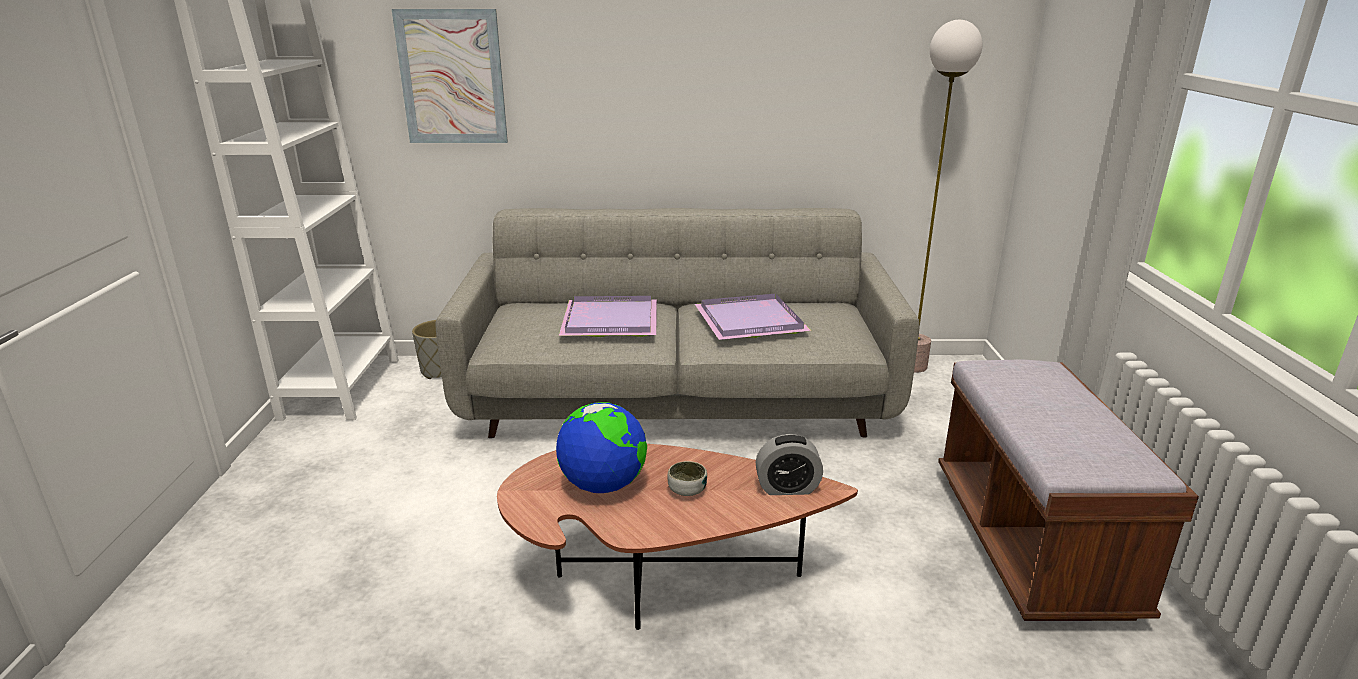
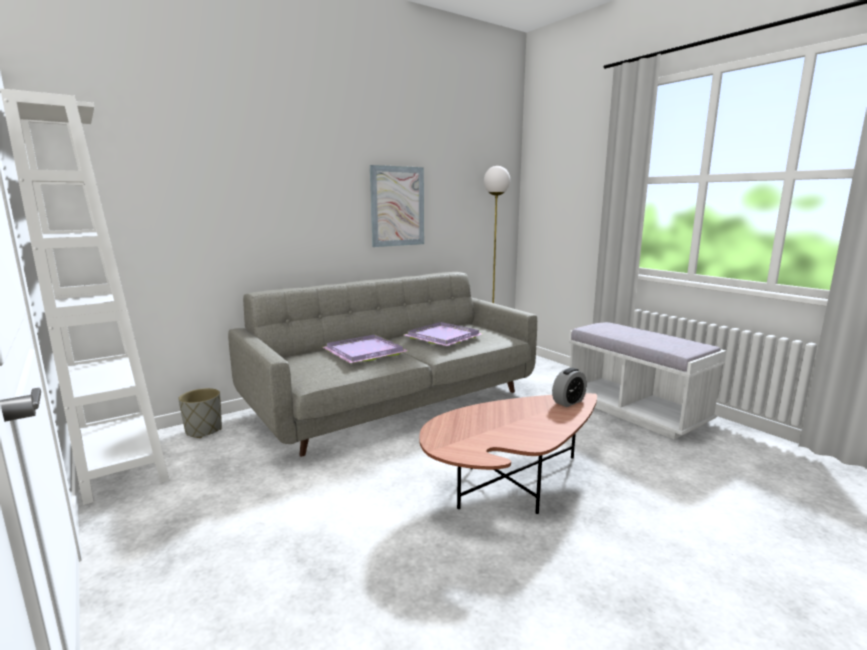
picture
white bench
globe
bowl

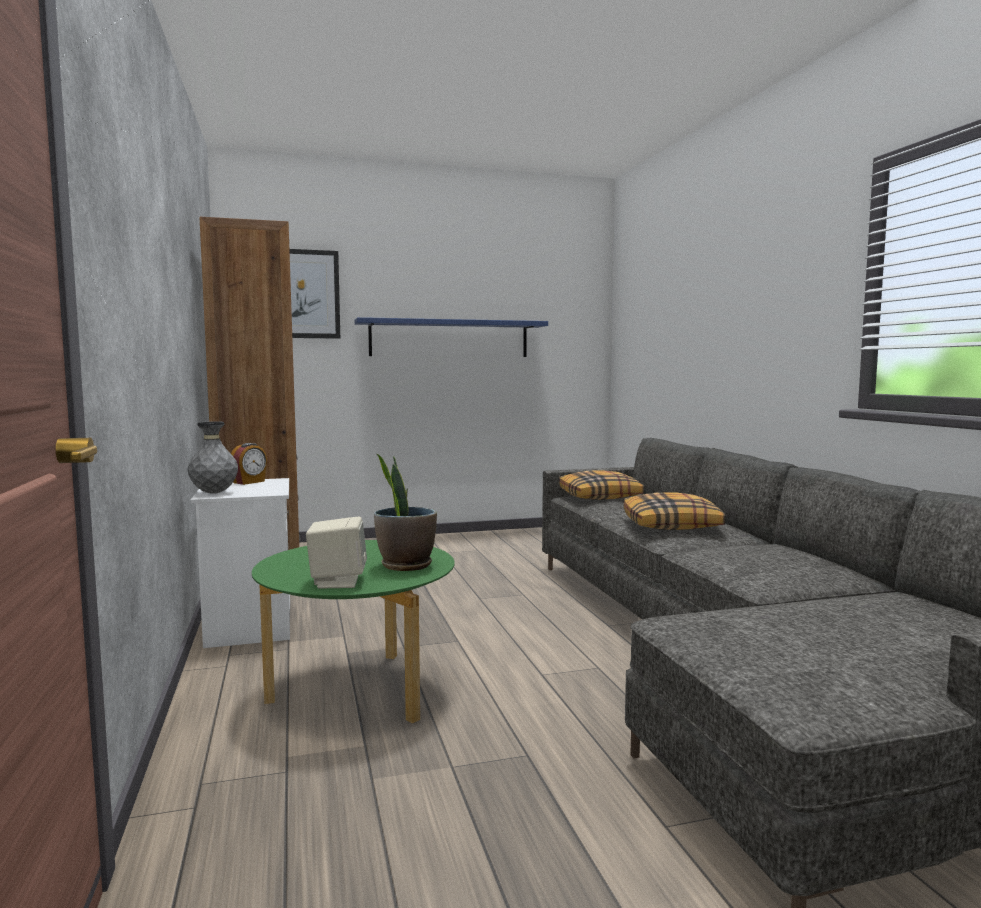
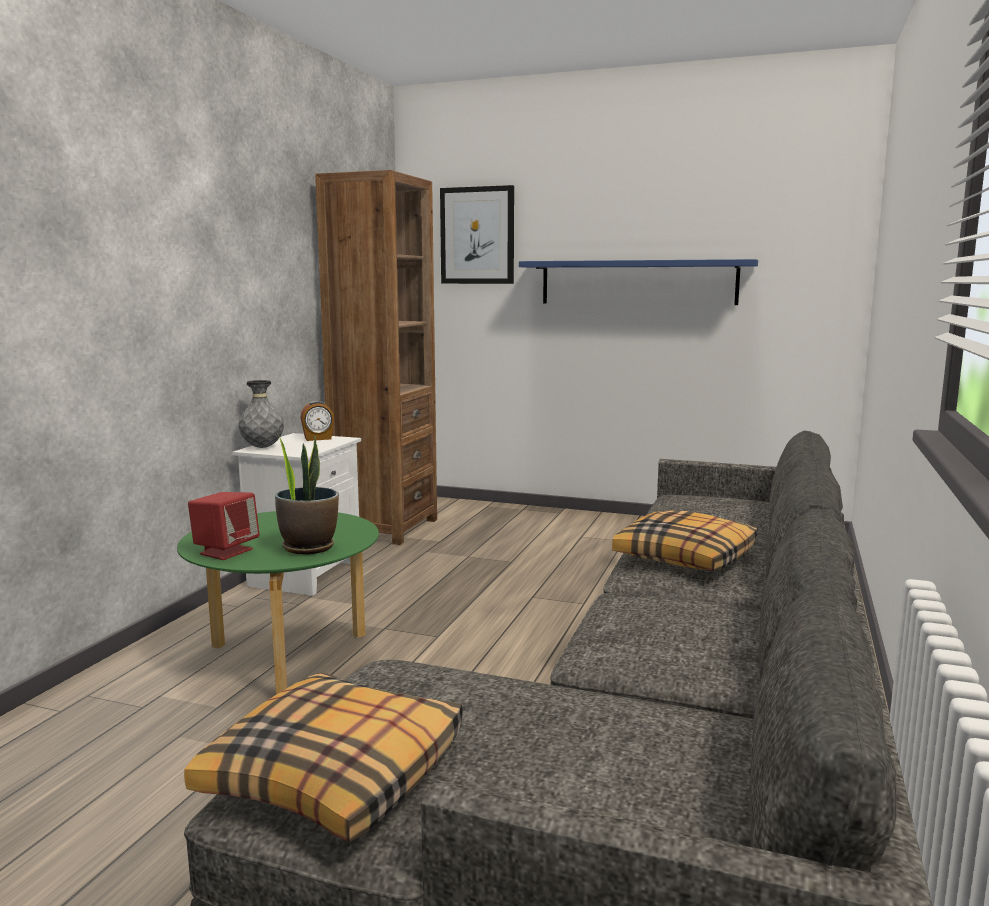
pillow (no. 1 from left)
red speaker

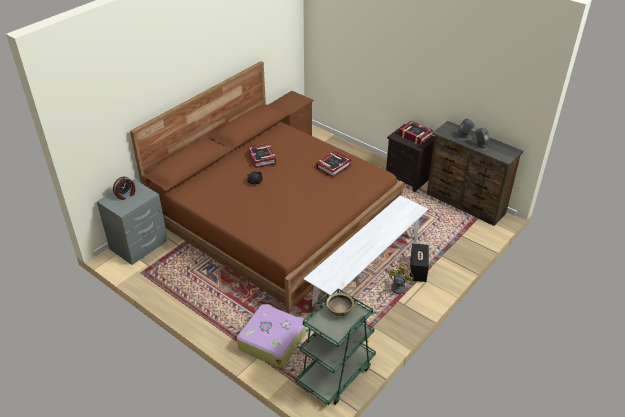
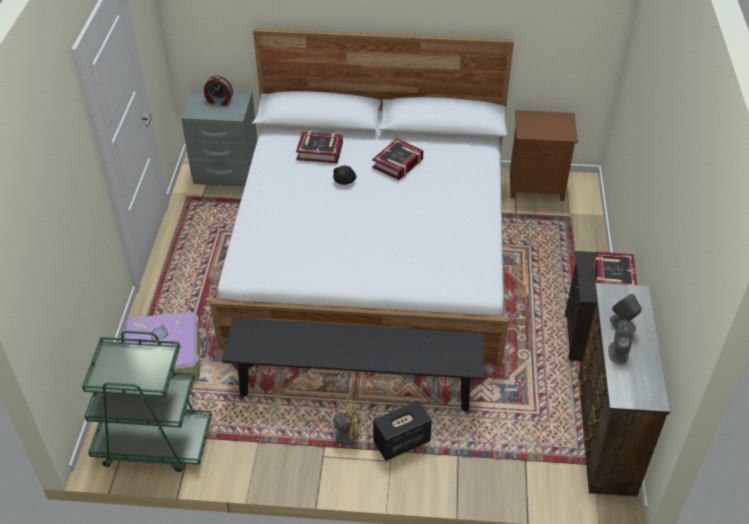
white bed
book (no. 1 from left)
black bench
beige bowl

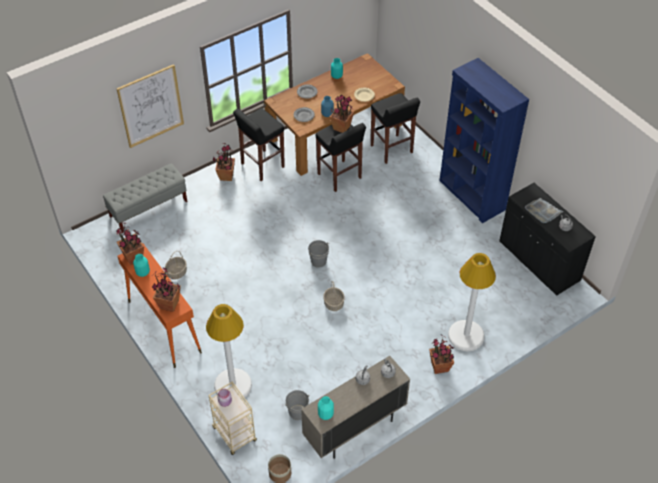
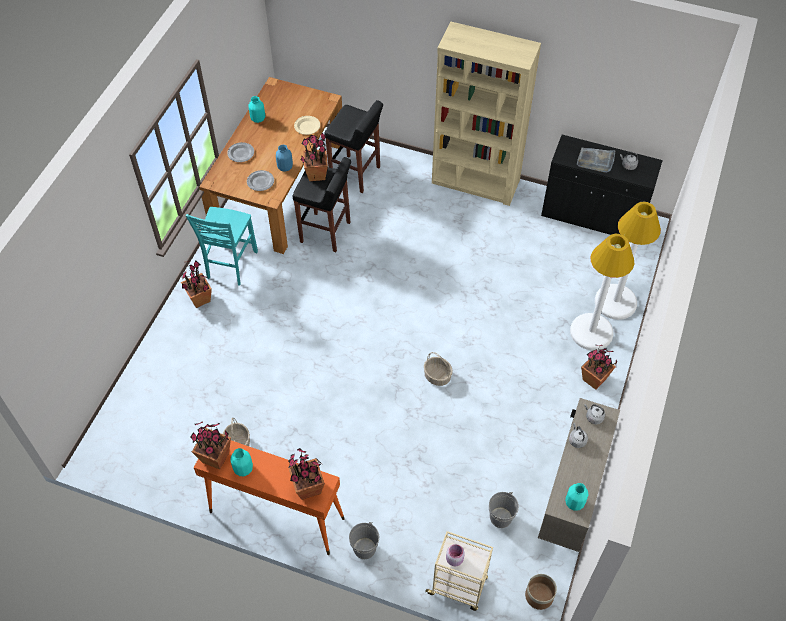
beige bookcase
picture
turquoise chair
grey bench
grey bucket (no. 1 from left)
white floor lamp (no. 2 from left)

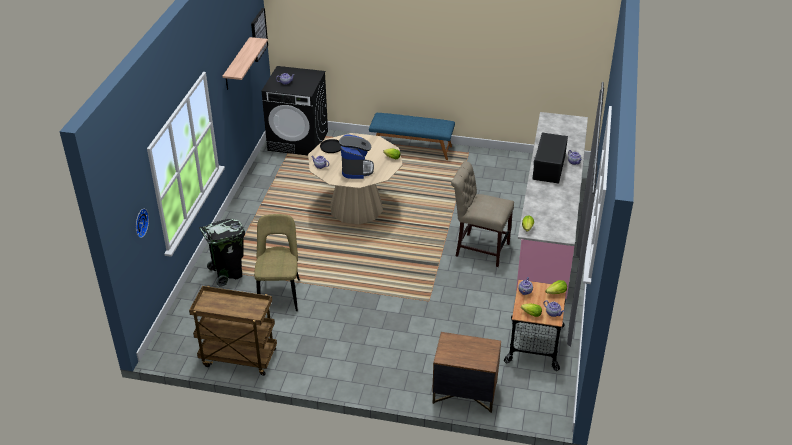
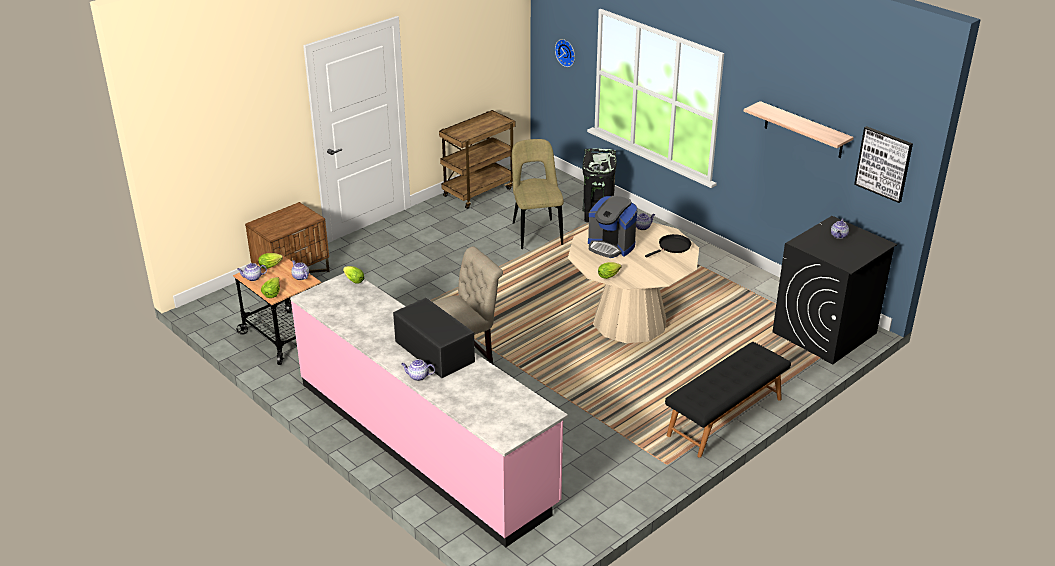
black bench
beige chair (no. 2 from left)

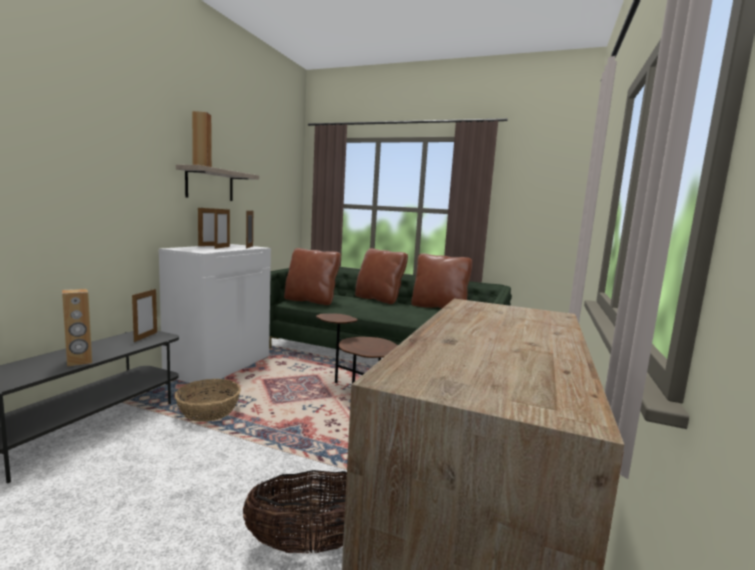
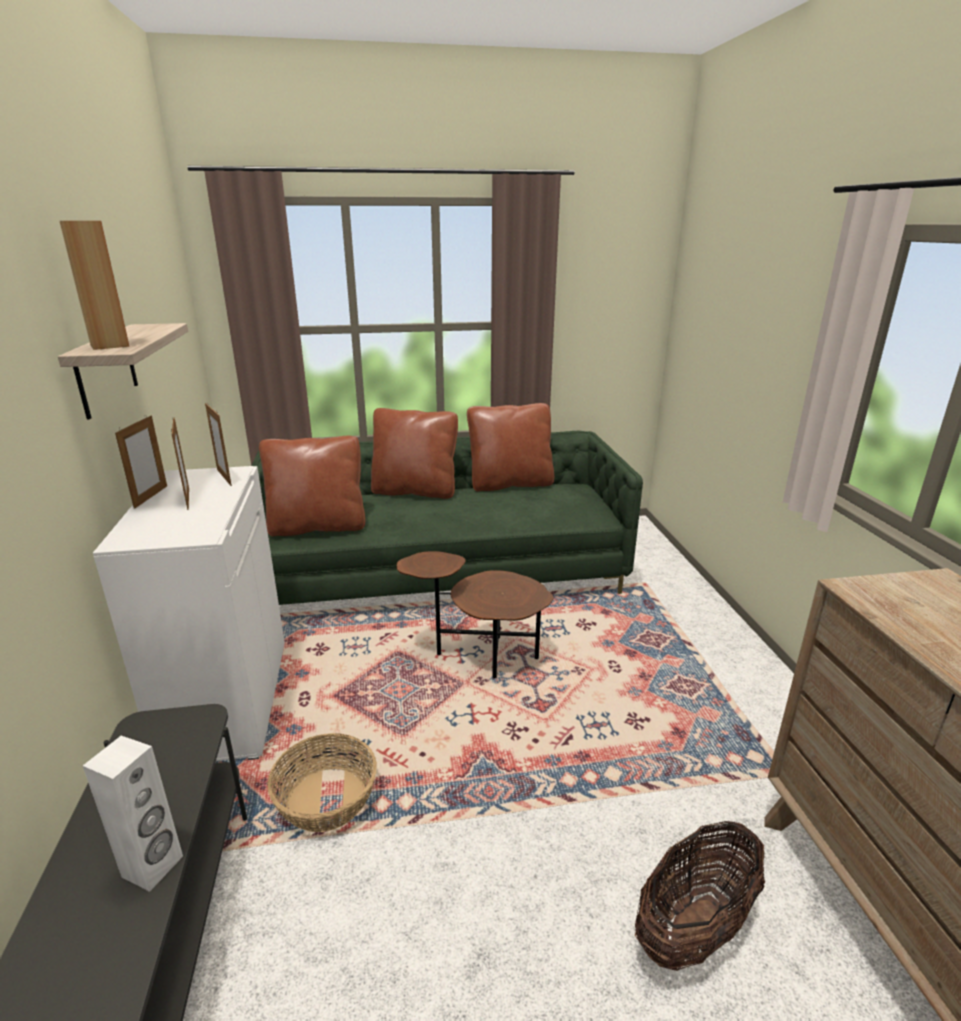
picture frame (no. 1 from left in the first image)
white speaker

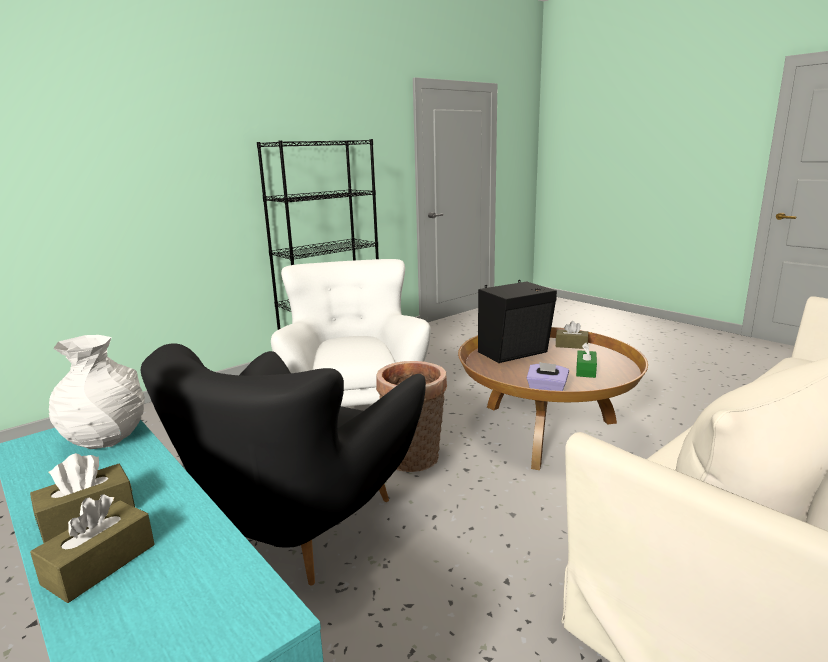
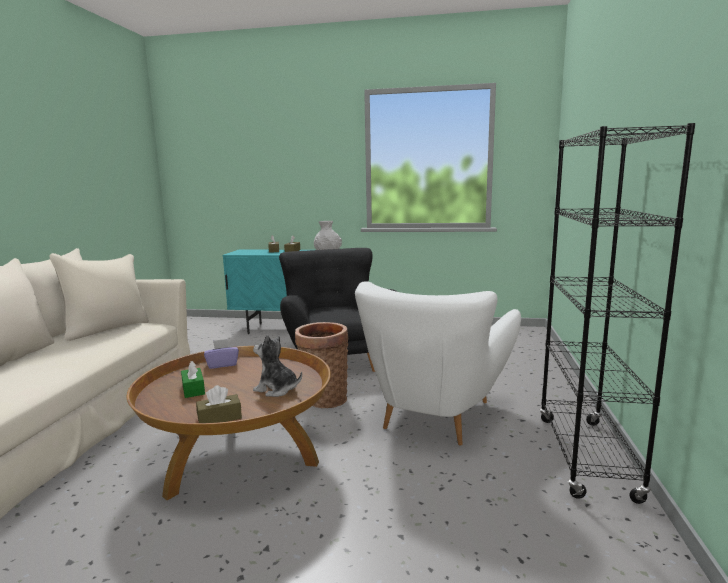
white armchair
plush toy

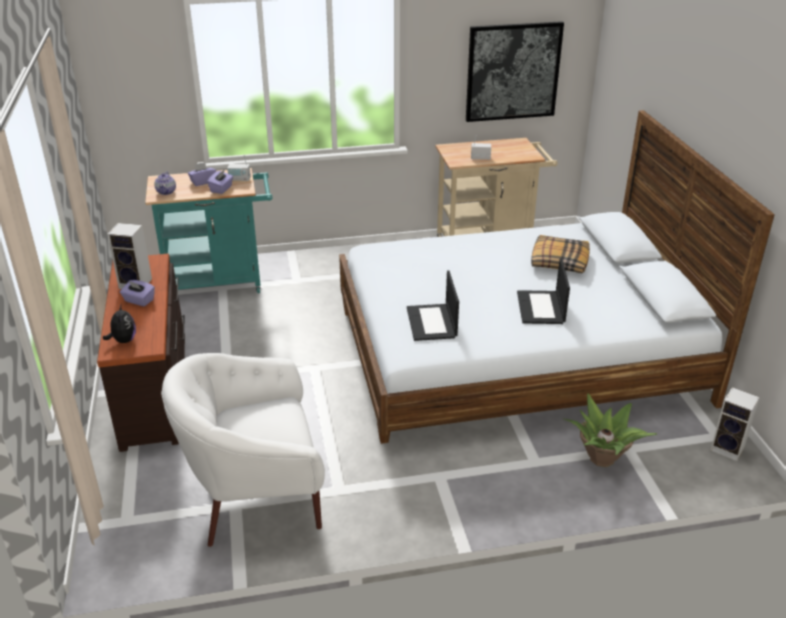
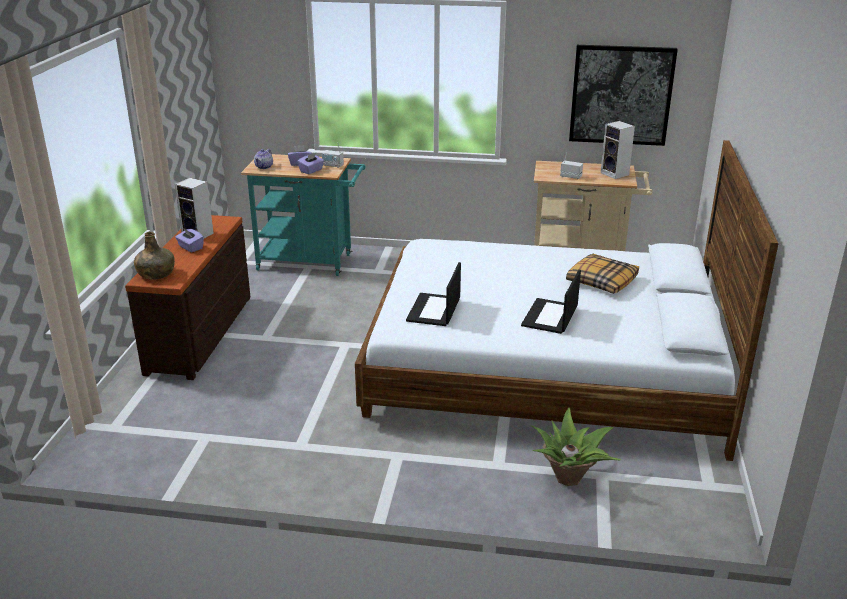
green bottle
white armchair
speaker (no. 2 from left)

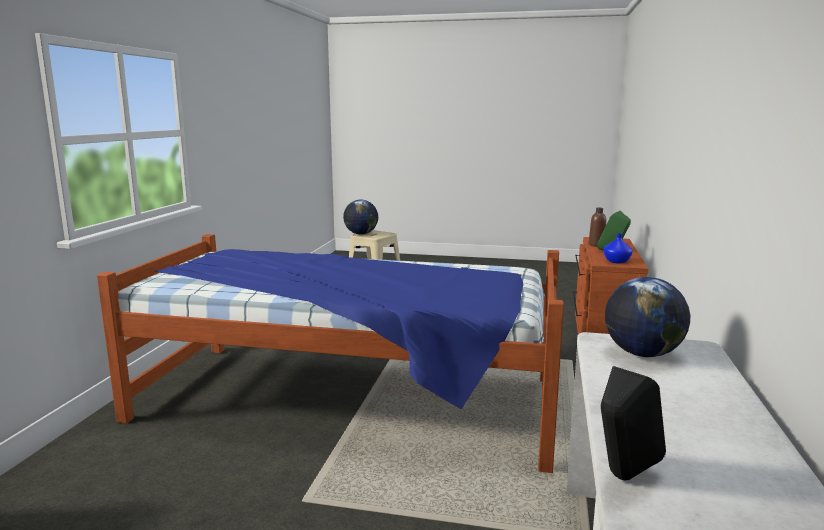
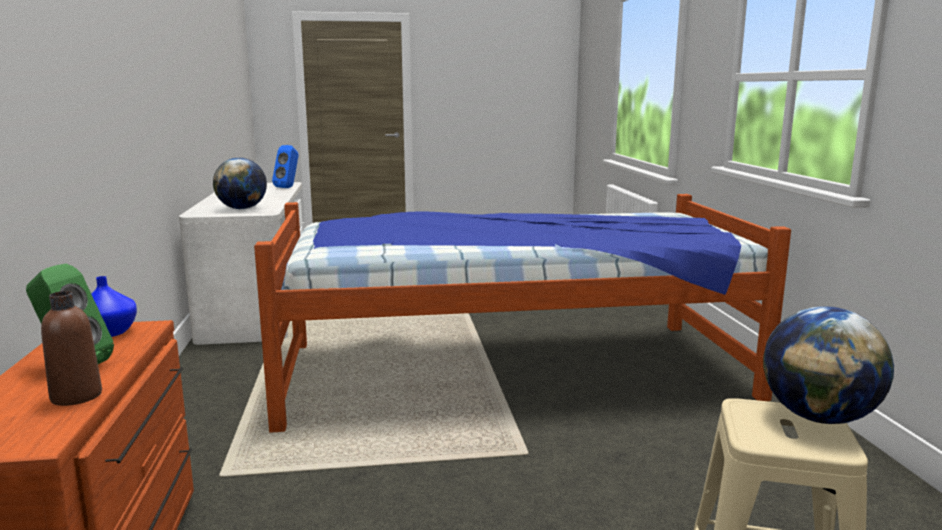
blue speaker

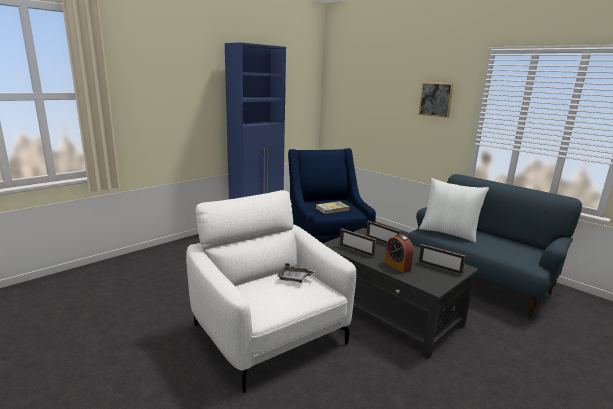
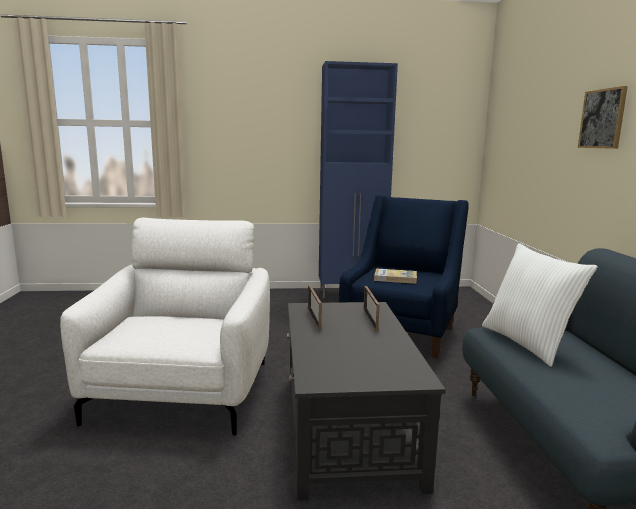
alarm clock
picture frame (no. 3 from left in the first image)
grey tray

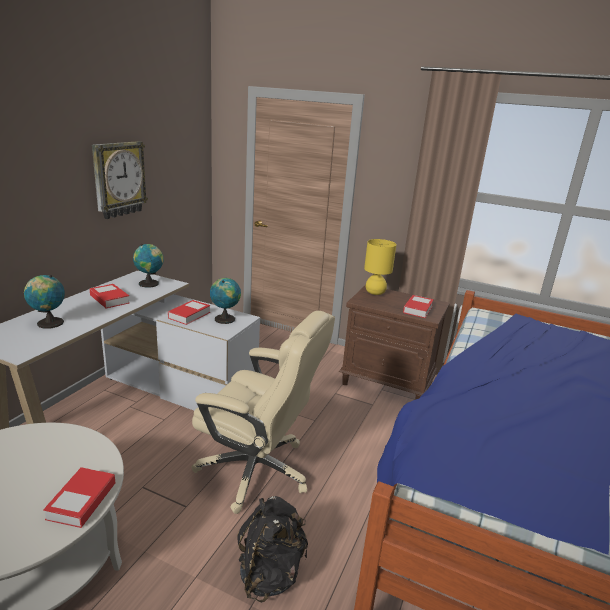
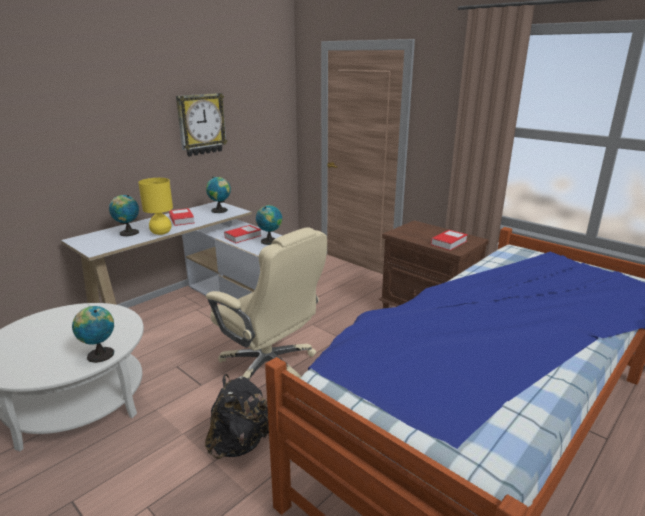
yellow table lamp
globe (no. 1 from left)

